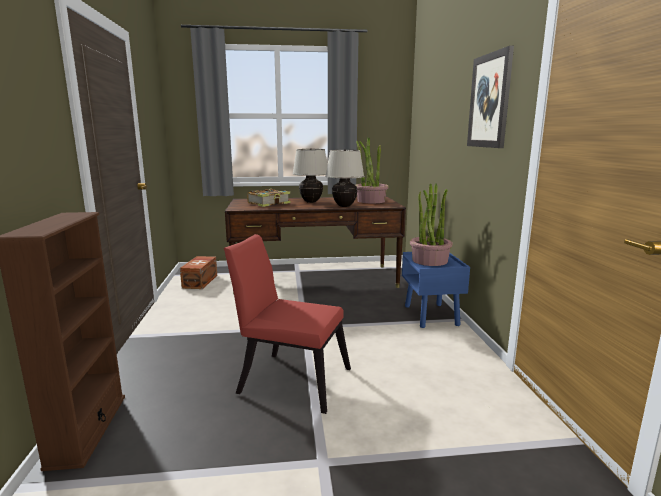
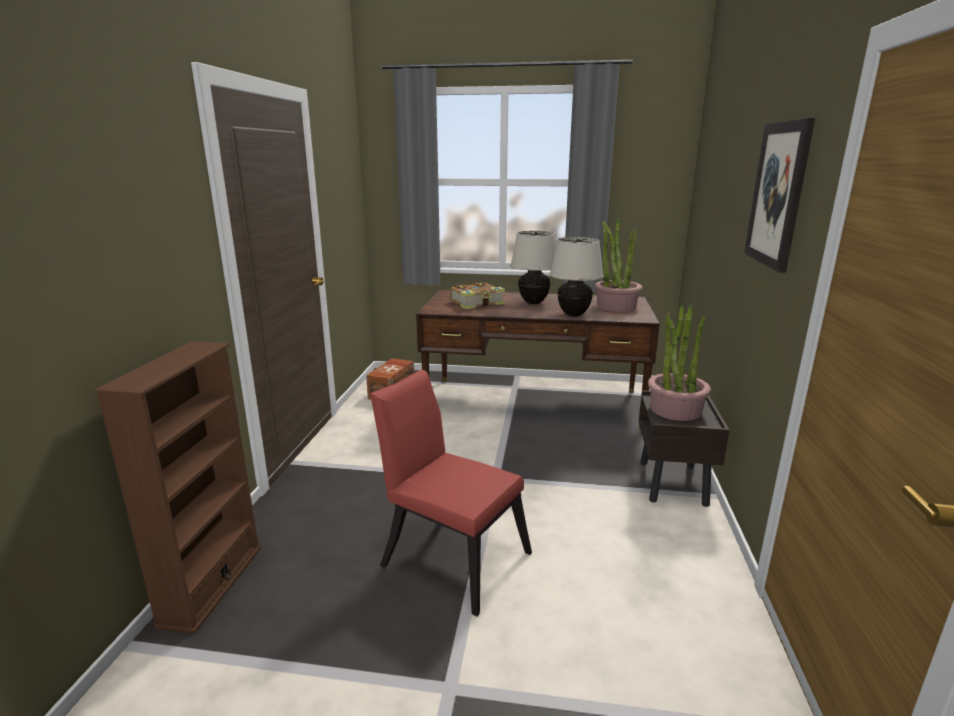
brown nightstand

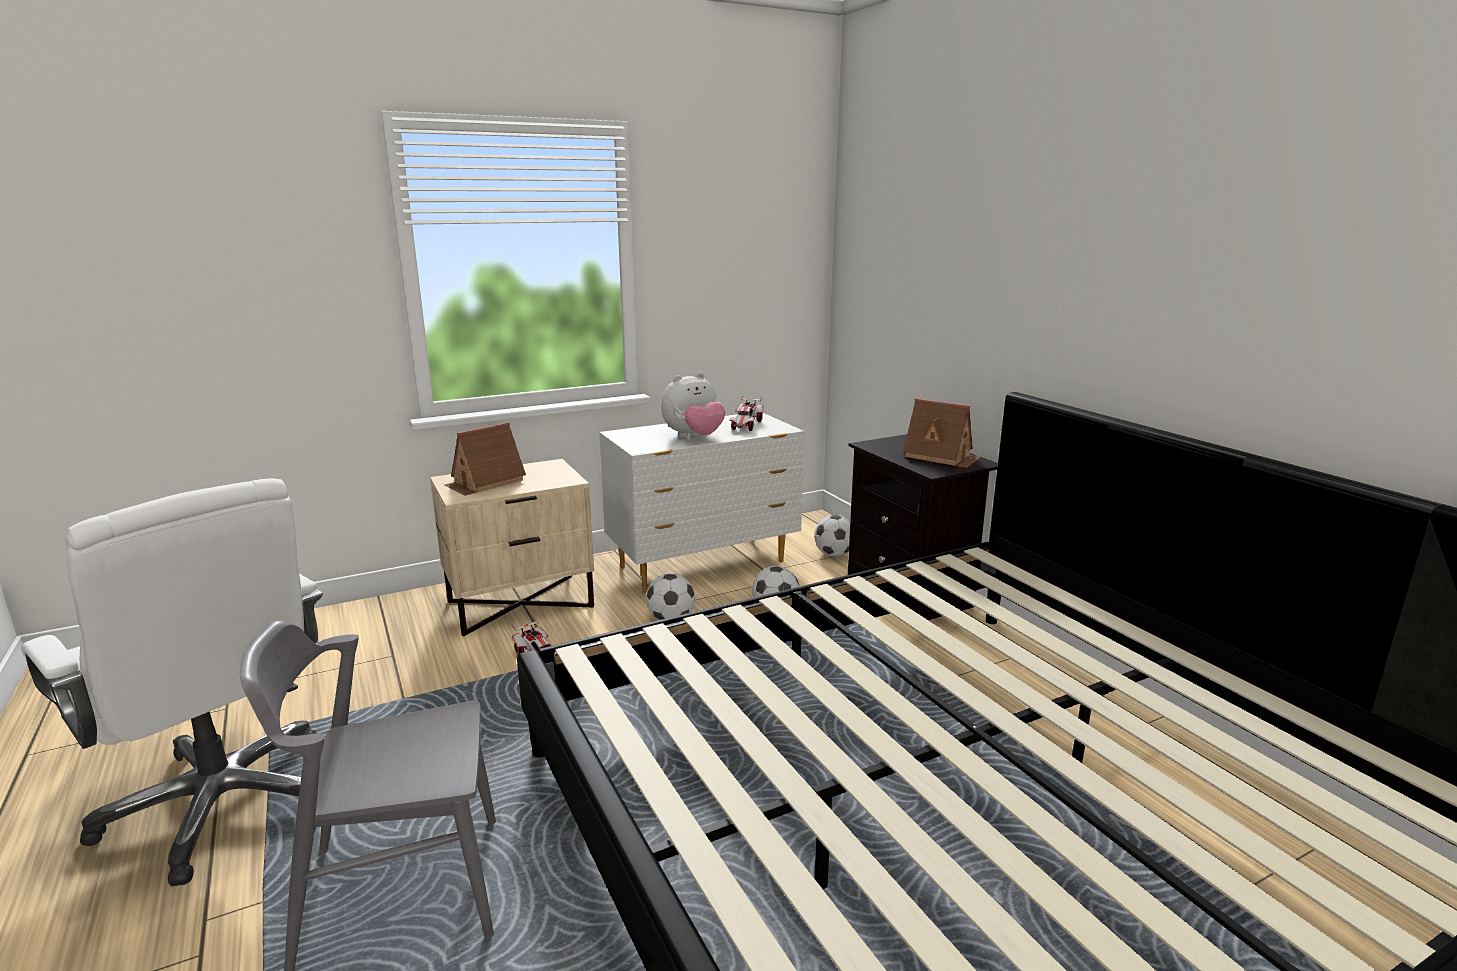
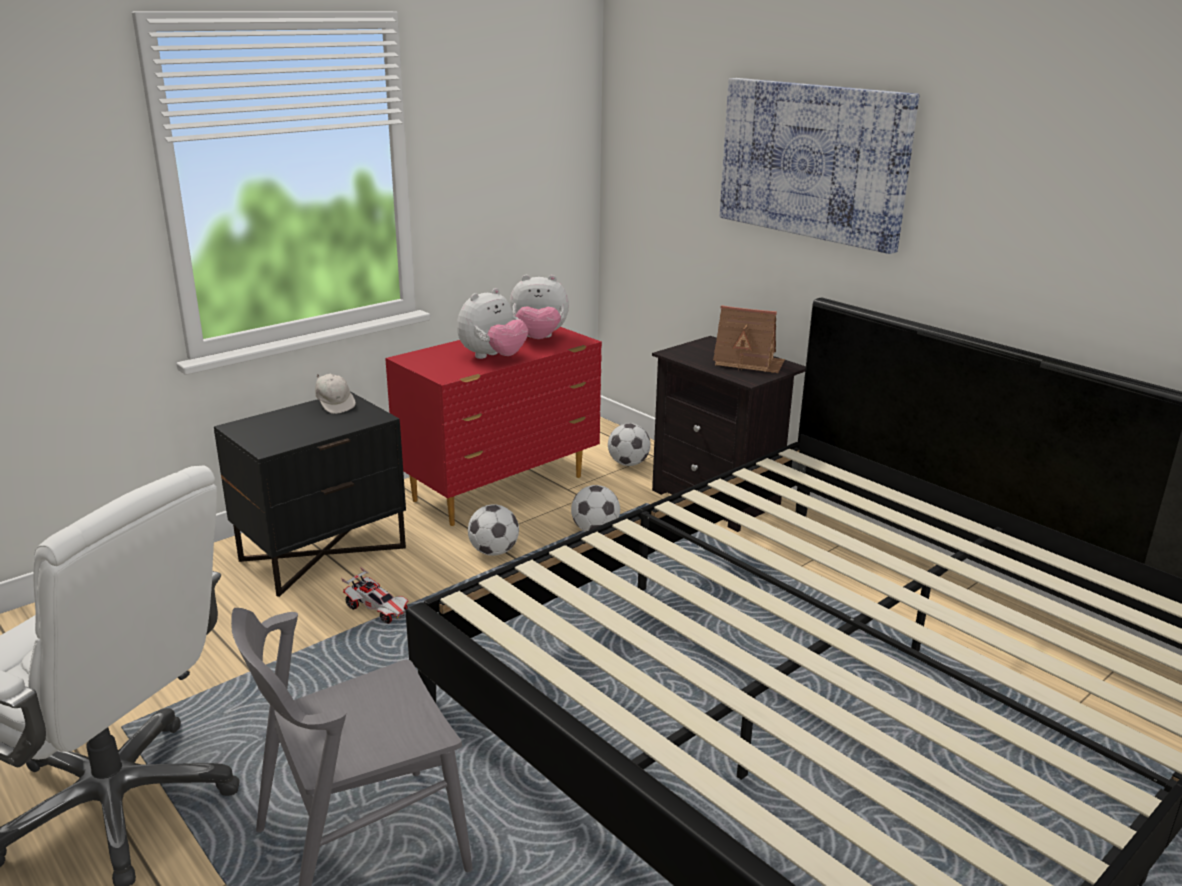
plush toy (no. 2 from left)
red dresser
toy house (no. 1 from left in the first image)
black nightstand (no. 1 from left)
picture
white cap

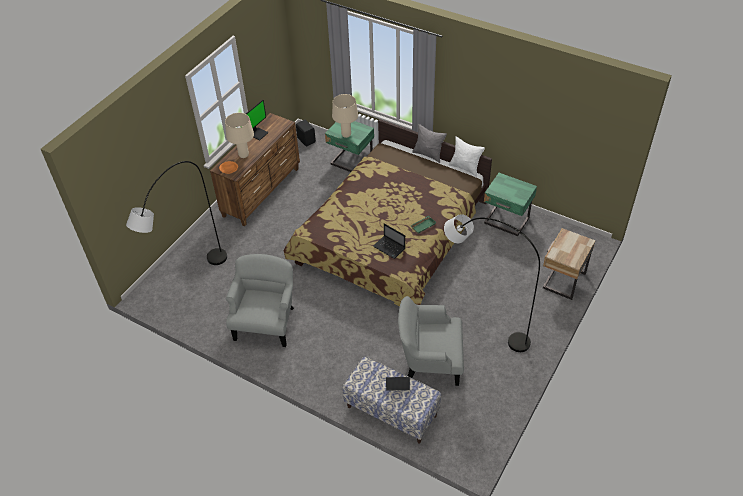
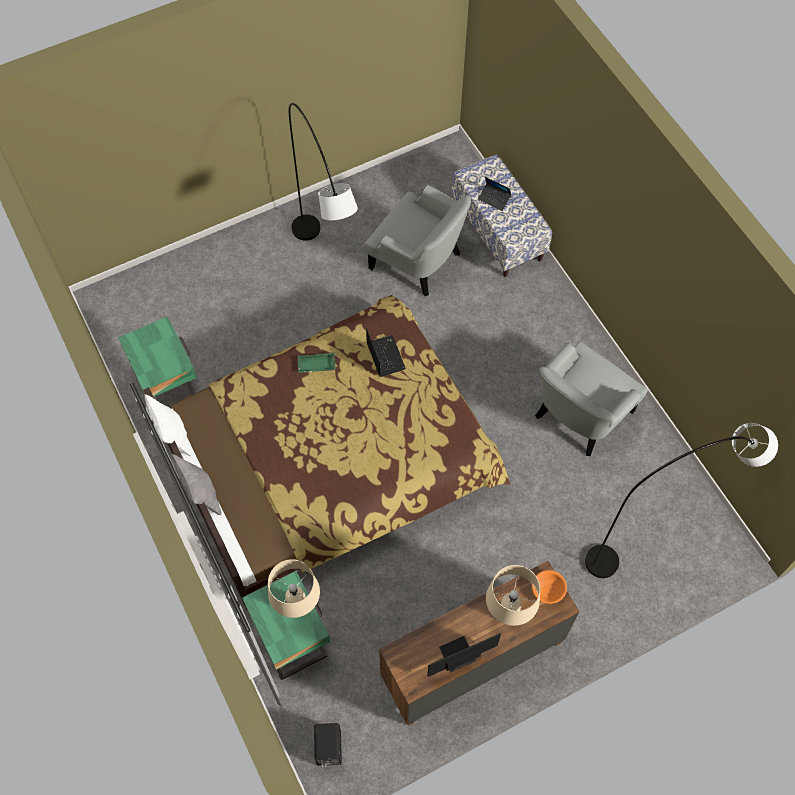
beige nightstand

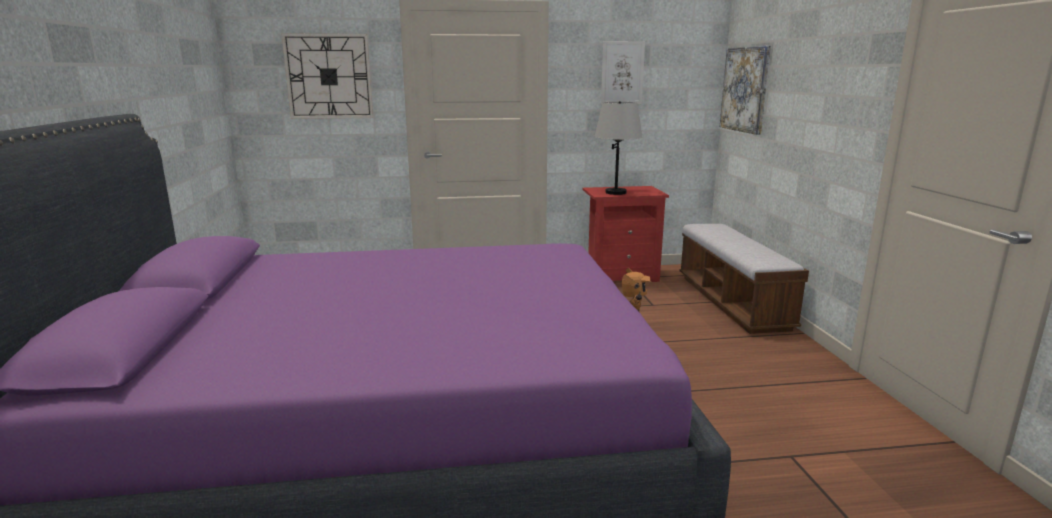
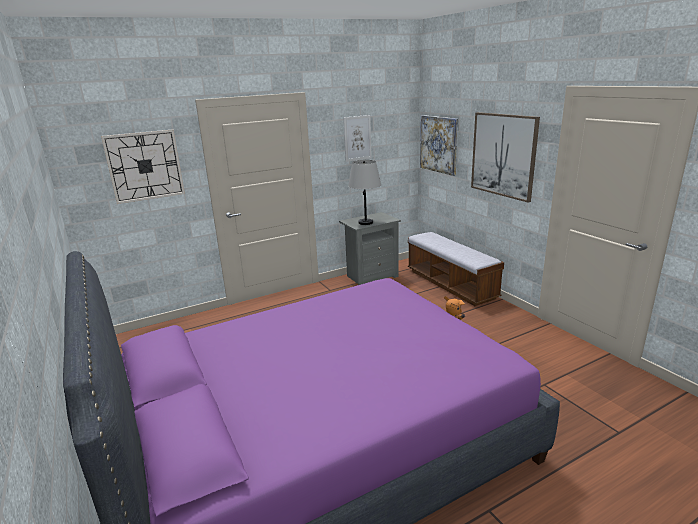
grey nightstand
picture (no. 3 from left)

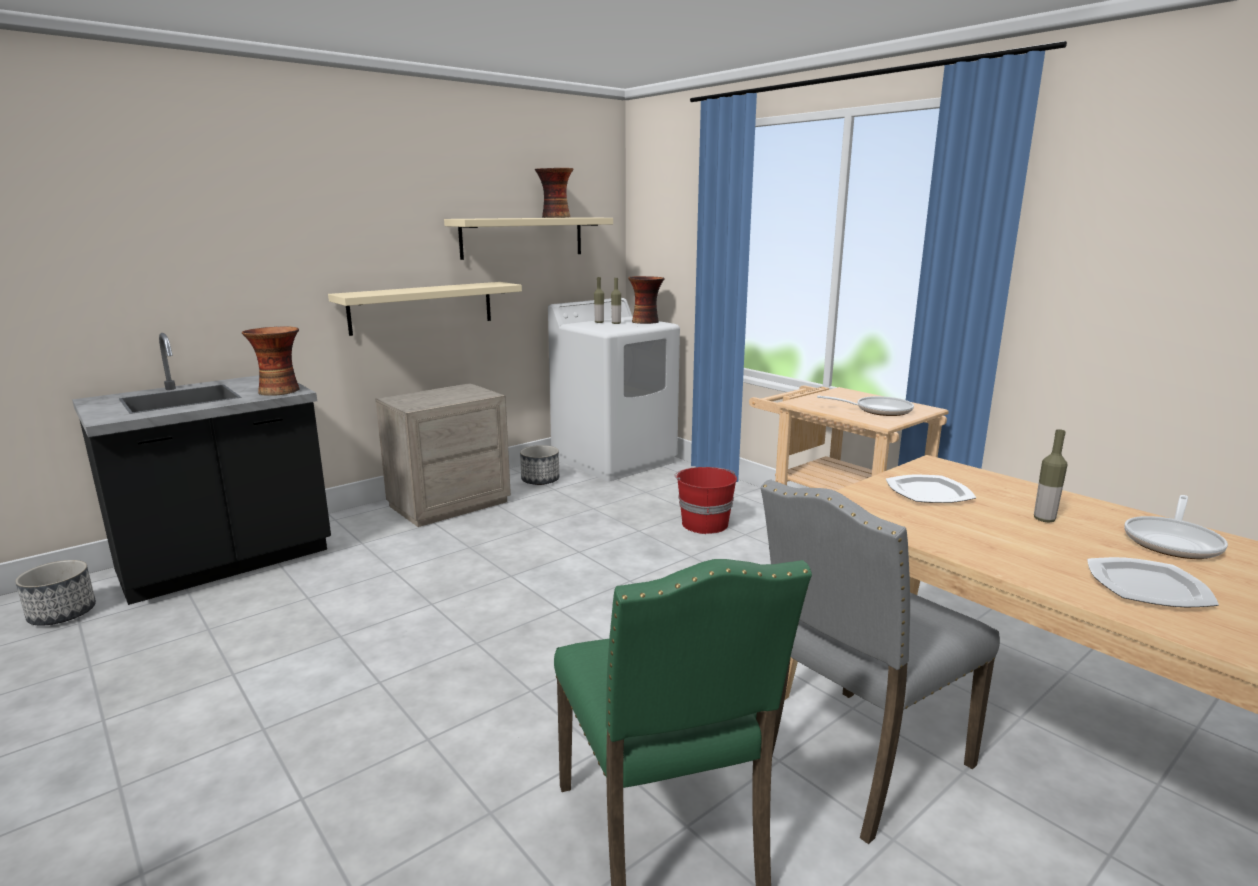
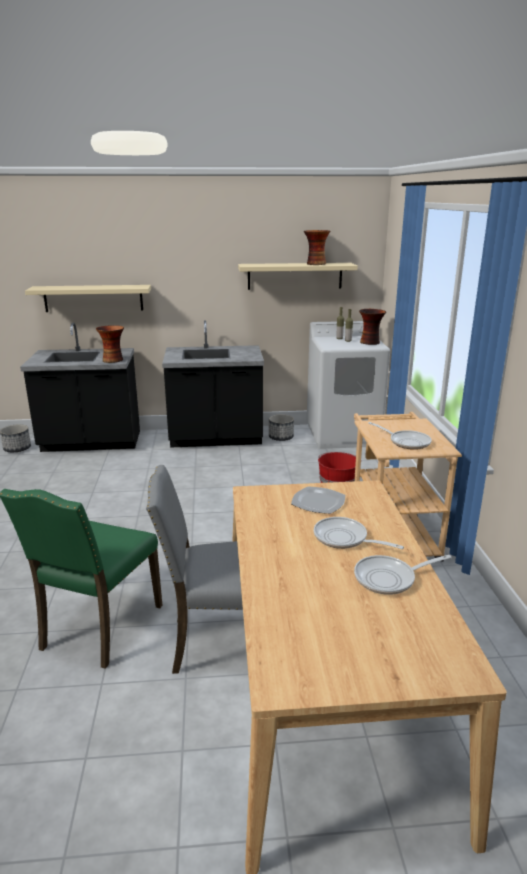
beige shelf (no. 1 from left)
black counter (no. 2 from left)
frying pan (no. 1 from left)
plate (no. 2 from left in the first image)

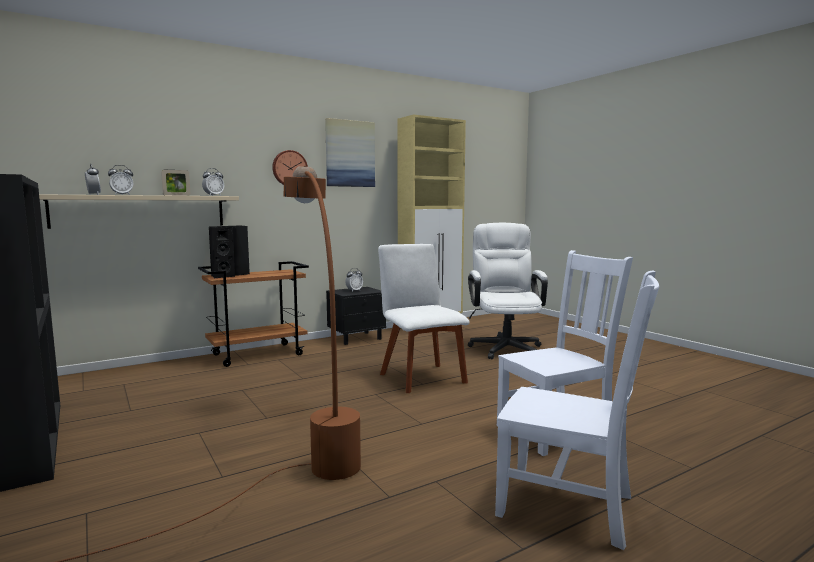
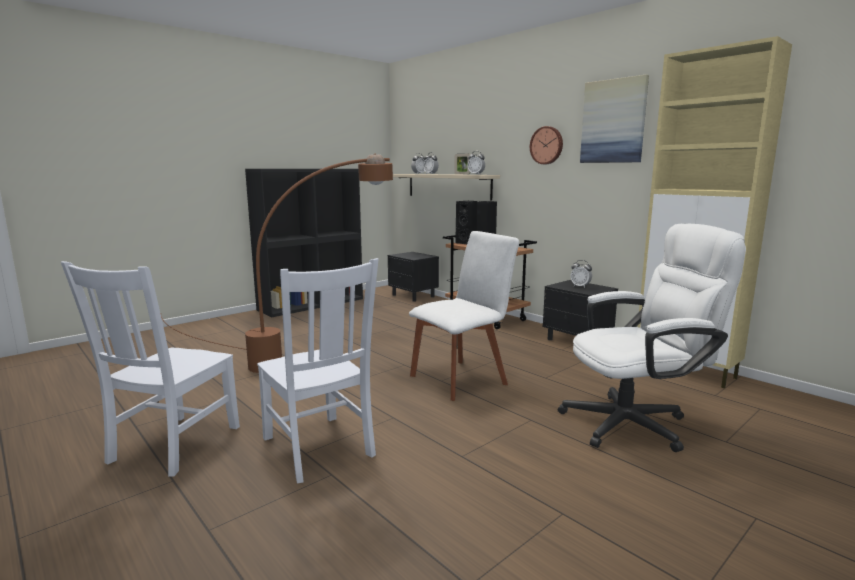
black nightstand (no. 1 from left)

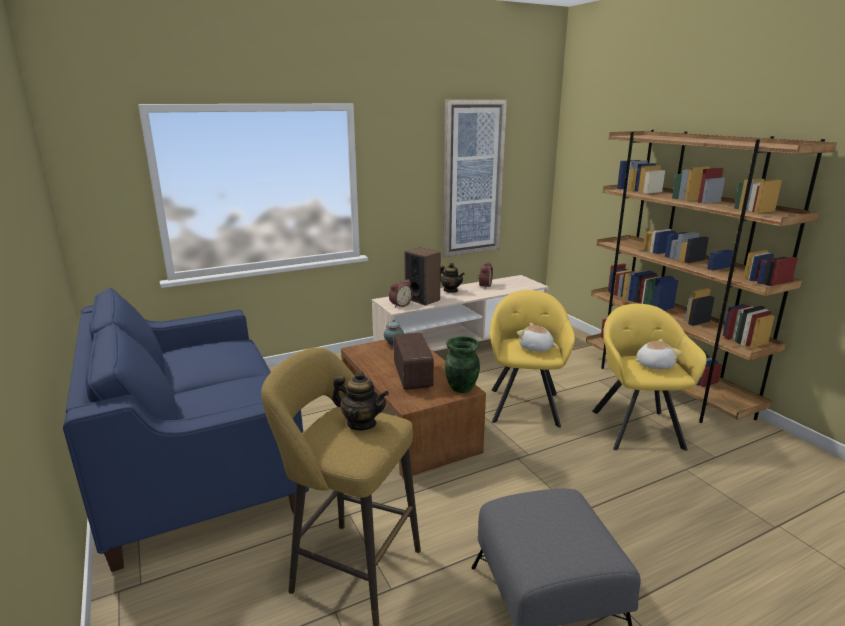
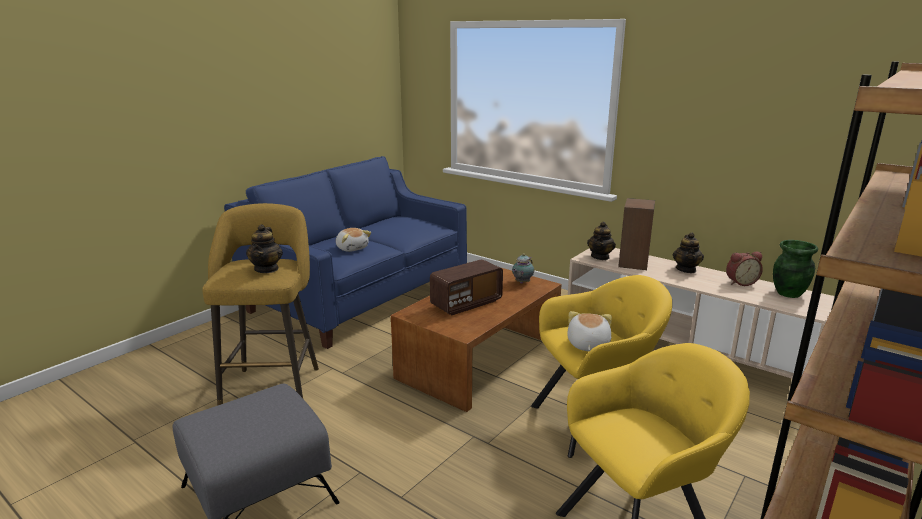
picture
teapot (no. 3 from left)
green vase
plush toy (no. 1 from left)

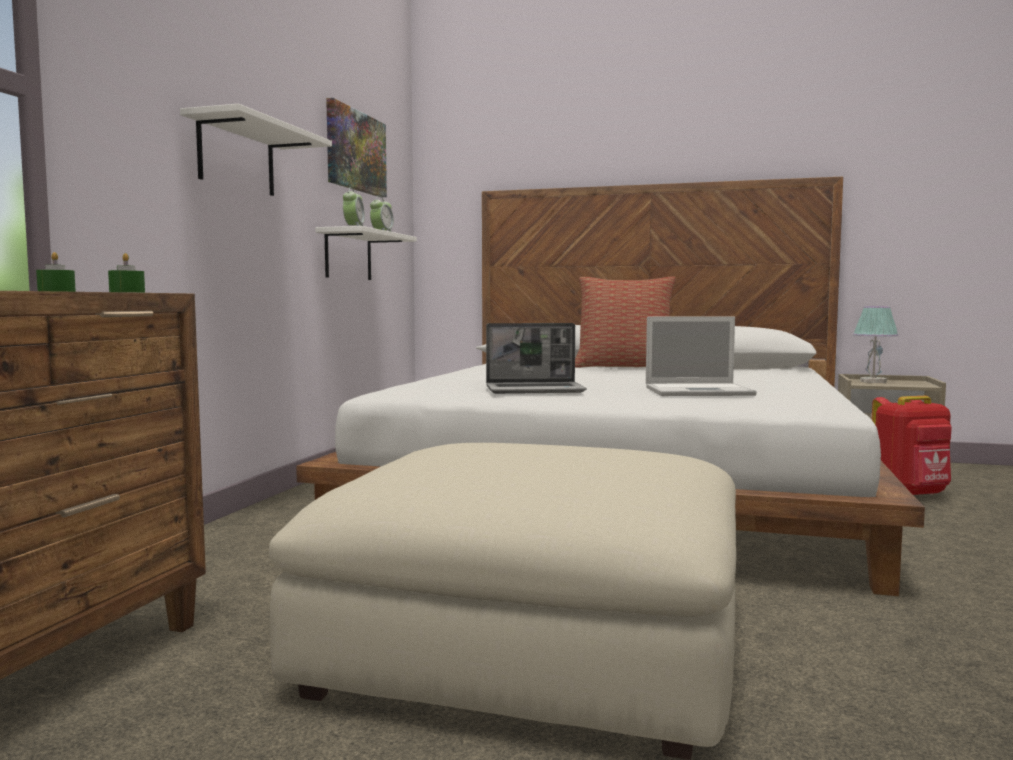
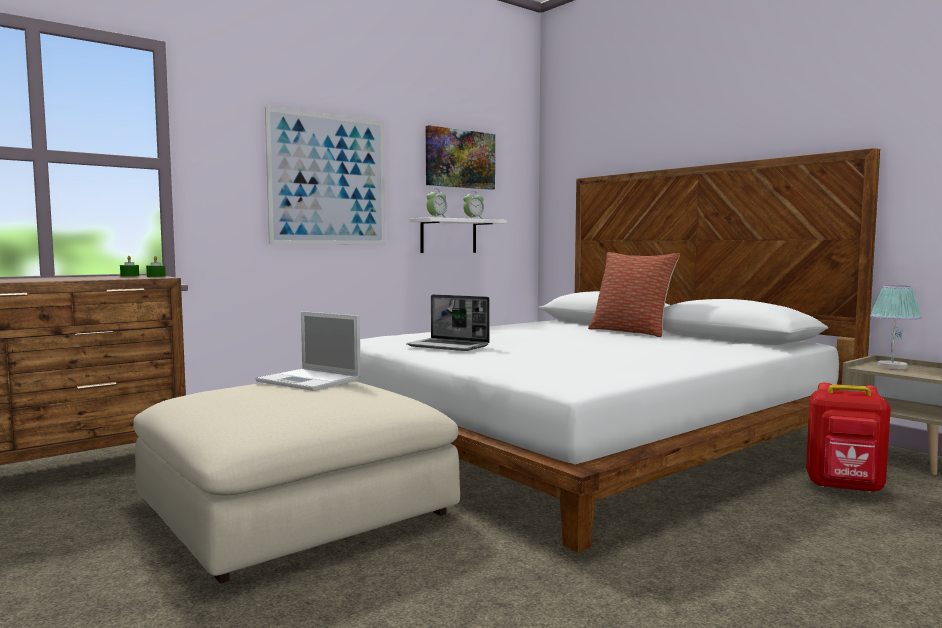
picture (no. 1 from left)
laptop (no. 1 from left)

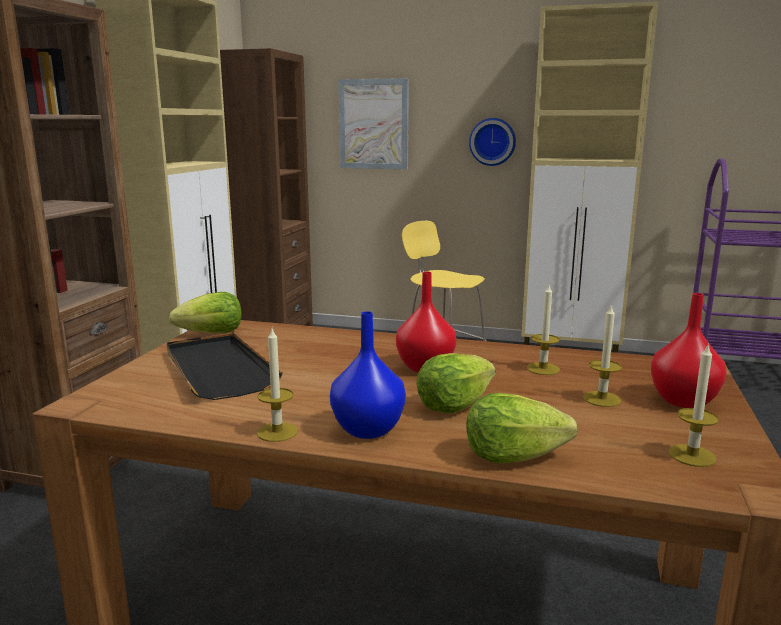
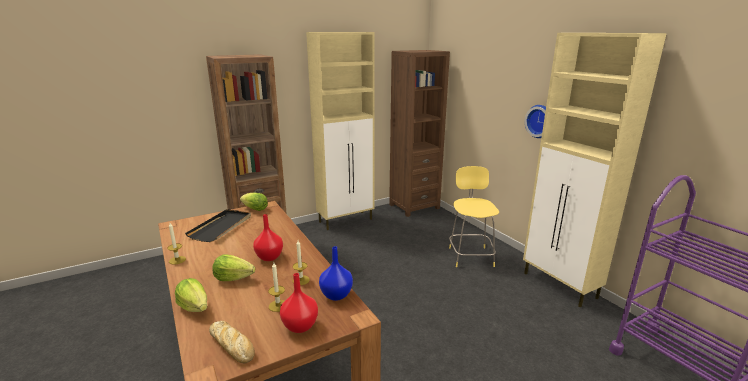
picture
blue vase
bread

